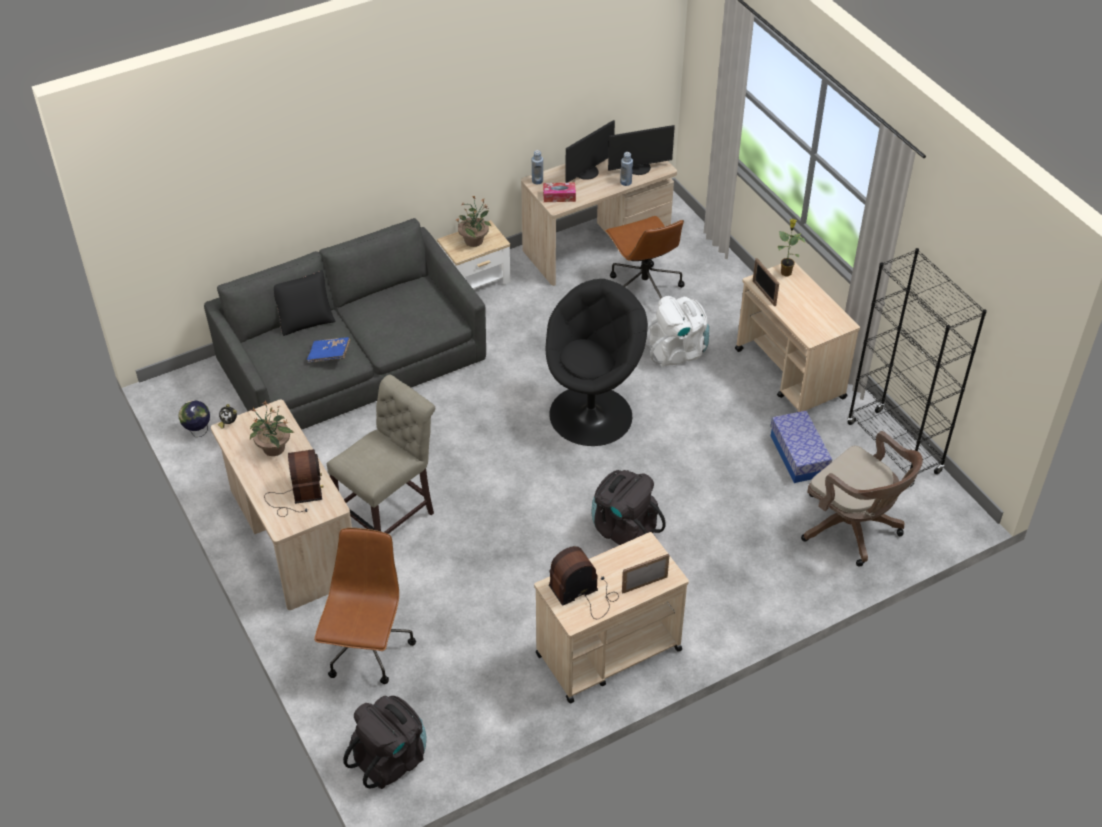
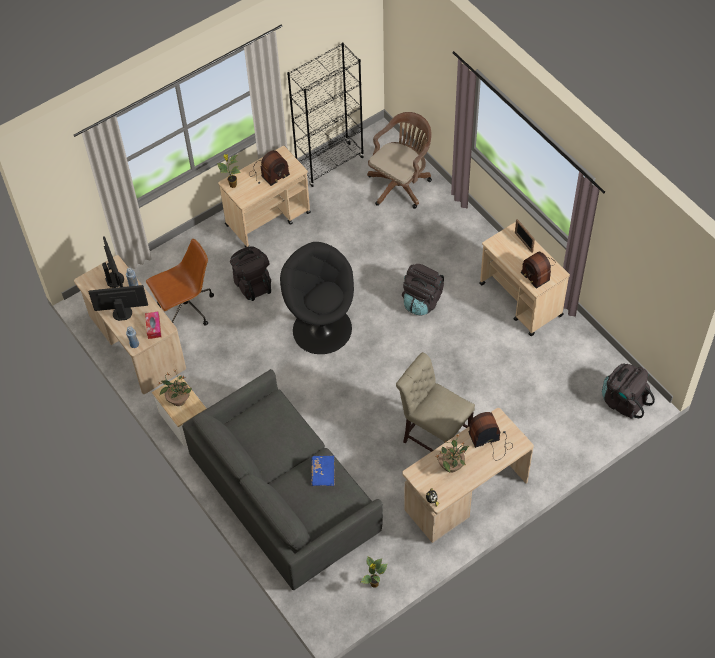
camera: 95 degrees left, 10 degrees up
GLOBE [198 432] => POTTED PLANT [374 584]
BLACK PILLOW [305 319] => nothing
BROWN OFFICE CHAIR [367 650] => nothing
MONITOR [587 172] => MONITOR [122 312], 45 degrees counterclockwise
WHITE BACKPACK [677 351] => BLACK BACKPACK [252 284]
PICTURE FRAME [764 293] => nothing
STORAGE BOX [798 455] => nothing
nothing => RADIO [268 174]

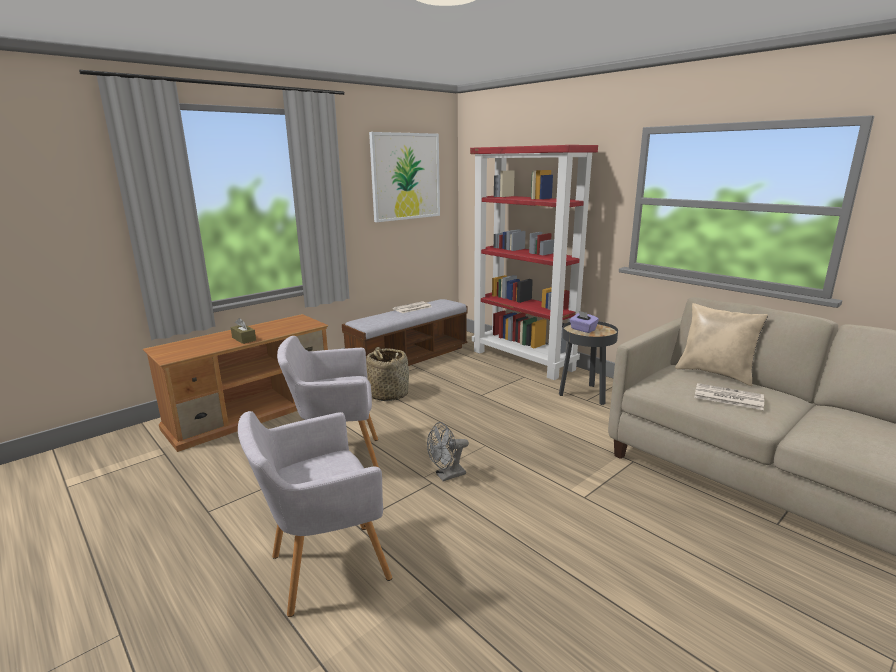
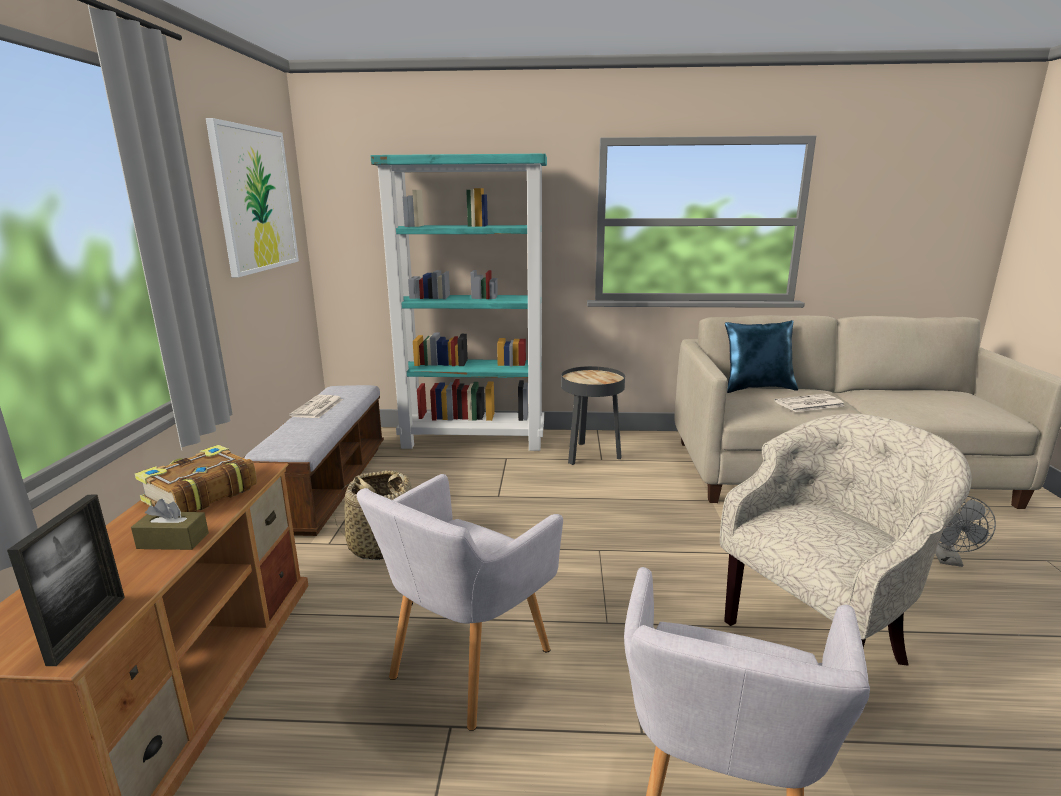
camera: 45 degrees left, 0 degrees up
GREY FAN [446 476] => GREY FAN [948 560], relocated
RED BOOKCASE [523 360] => TURQUOISE BOOKCASE [474 440]
PURPLE TISSUE BOX [583 329] => nothing
BEIGE PILLOW [715 374] => BLUE PILLOW [757 388]
nothing => PICTURE FRAME [88 629]
nothing => BOOK [199 494]
nothing => BEIGE ARMCHAIR [820 639]

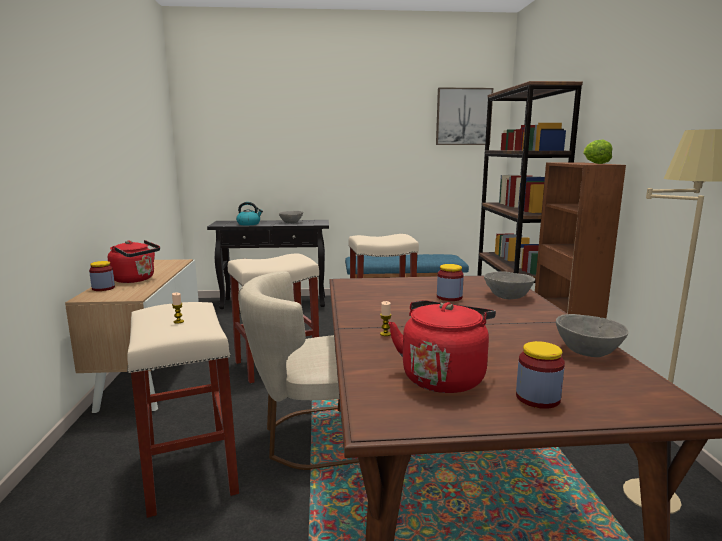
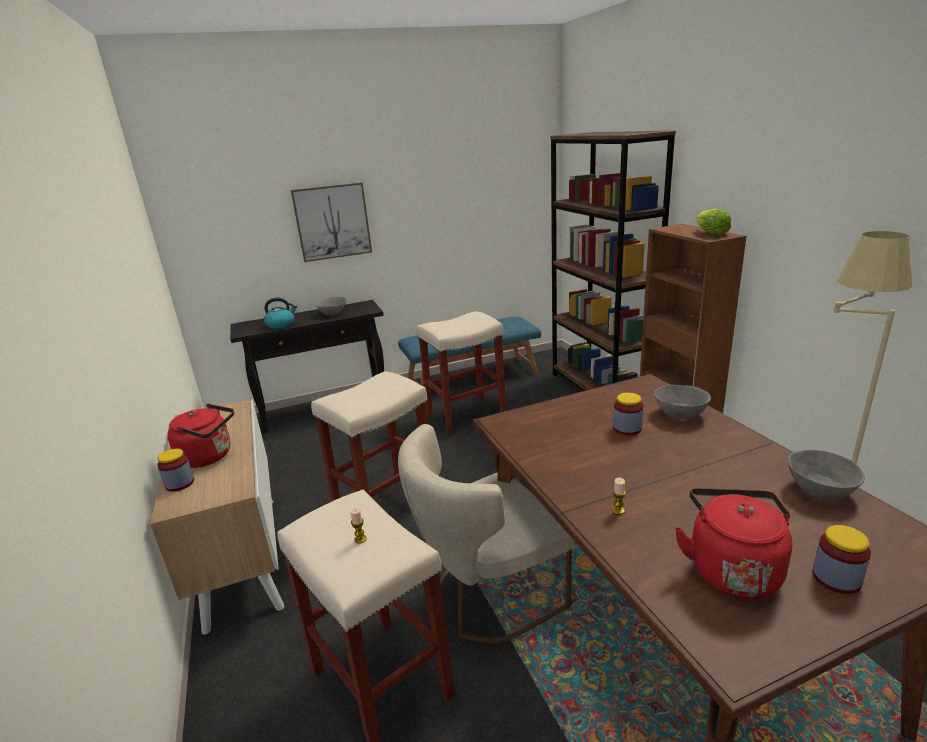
camera: 15 degrees left, 10 degrees up
PICTURE [463 117] => PICTURE [332 222], relocated

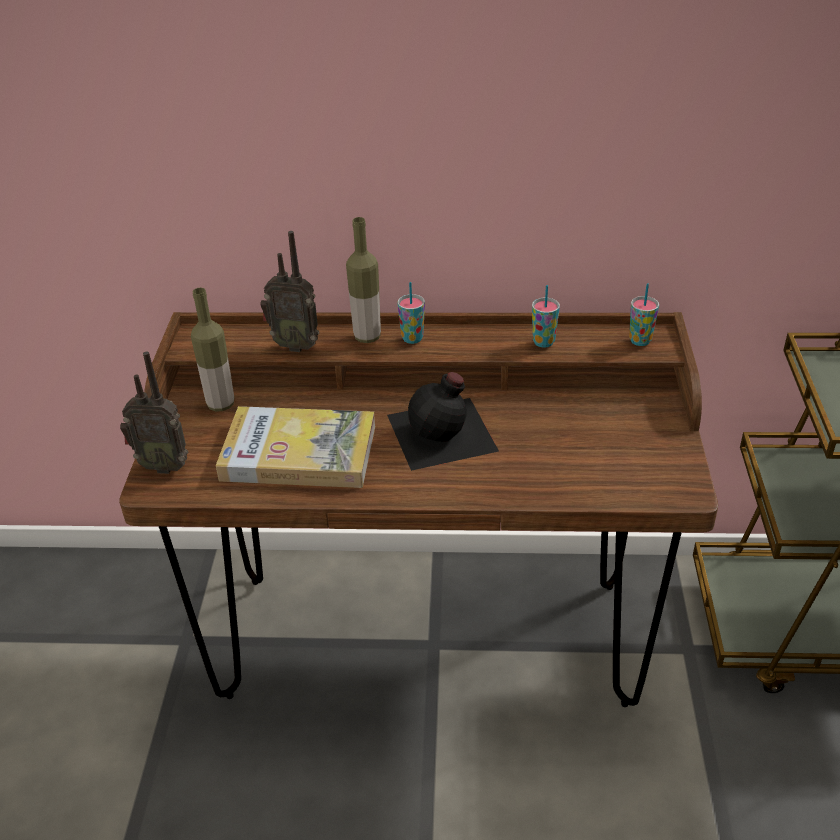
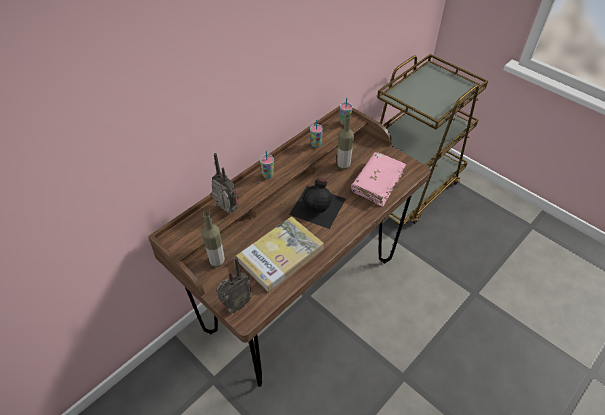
camera: 50 degrees left, 10 degrees up
RADIO [295 345] => RADIO [226 211], 105 degrees counterclockwise
BOTTLE [367 337] => BOTTLE [343 165], relocated
nothing => PINK BOOK [377 183]

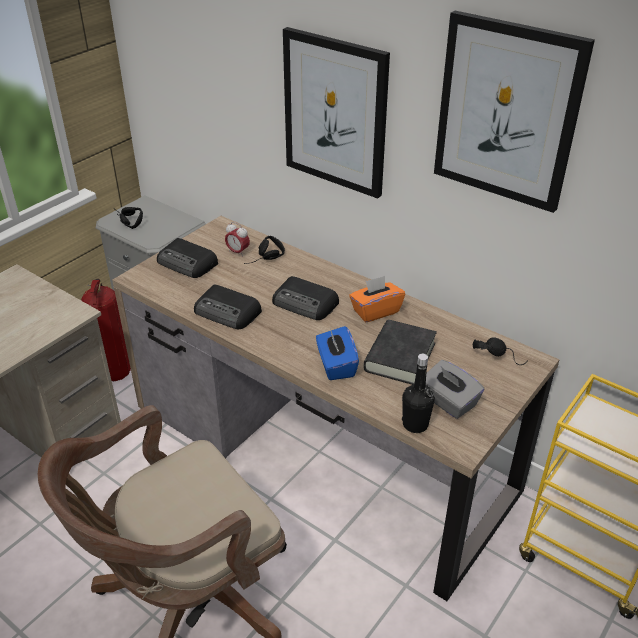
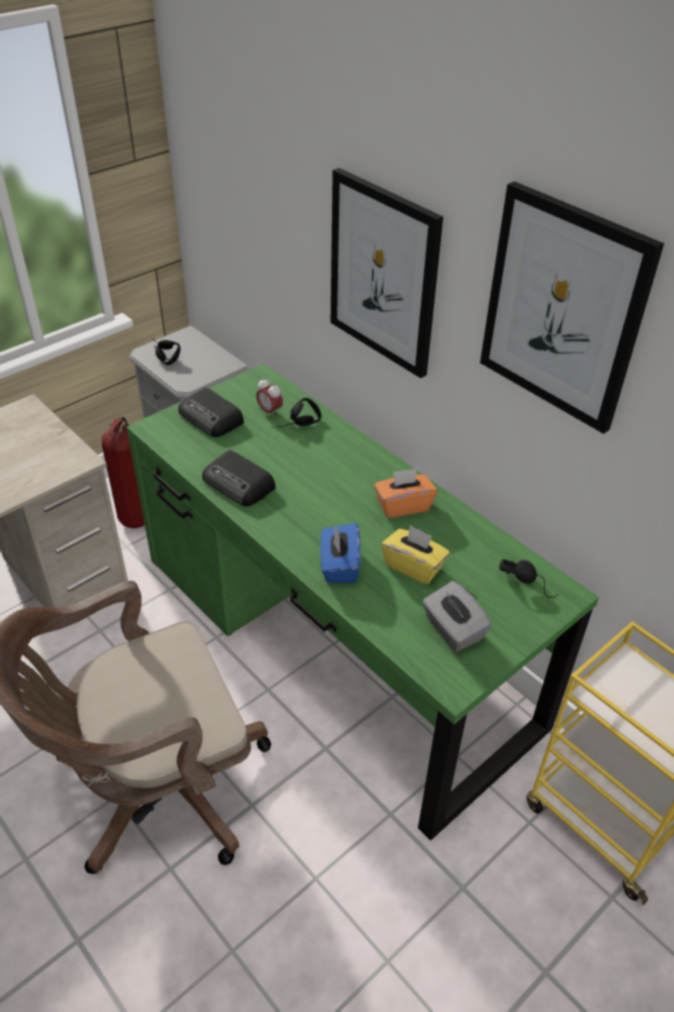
camera: 10 degrees right, 5 degrees up
BROWN DESK [320 448] => GREEN DESK [335 640]
RADIO [306 304] => nothing
BLACK BOOK [399 357] => YELLOW TISSUE BOX [414 566]
BLACK BOTTLE [415 424] => nothing

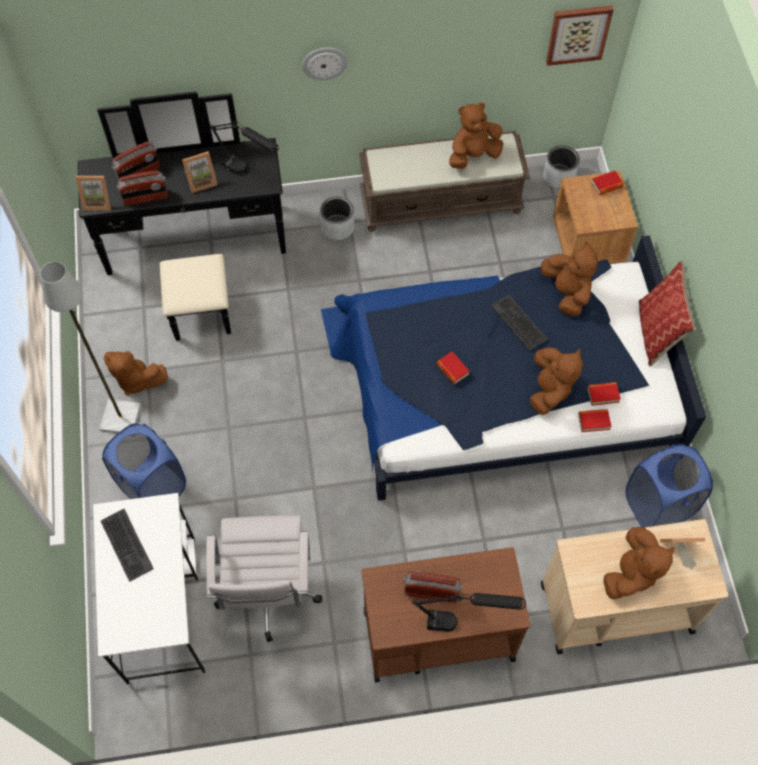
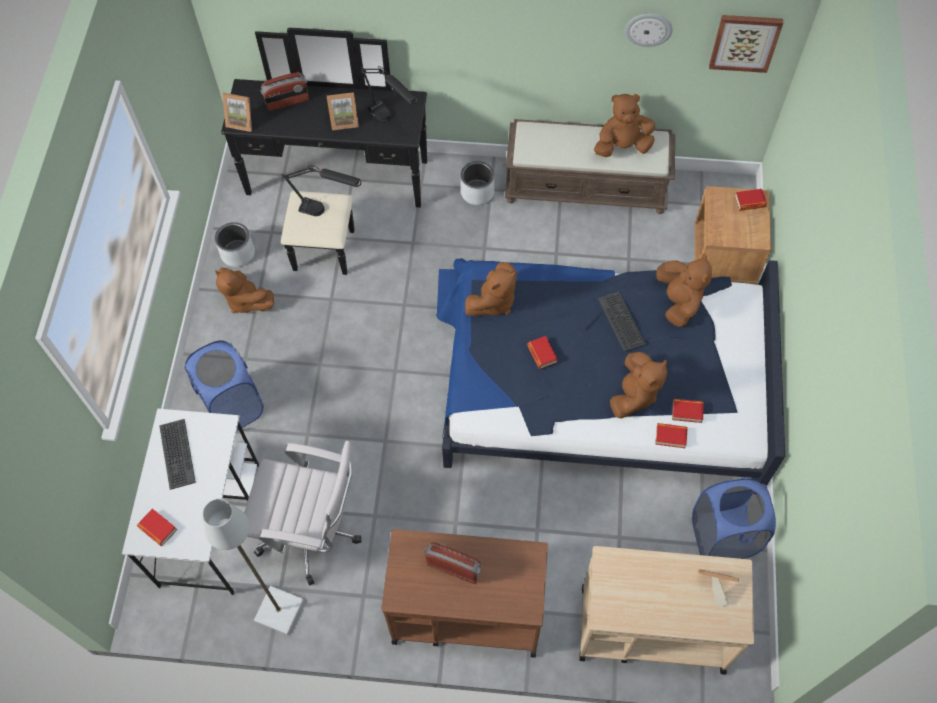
camera: 15 degrees right, 0 degrees up
GREY FLOOR LAMP [120 417] => GREY FLOOR LAMP [278 609], relocated
RADIO [146 198] => nothing
WHITE OFFICE CHAIR [268 593] => WHITE OFFICE CHAIR [313 533], 90 degrees counterclockwise
WALL CLOCK [324 62] => WALL CLOCK [648 29], relocated
BLACK TABLE LAMP [462 623] => BLACK TABLE LAMP [327 212], relocated
GREY PLANTER [558 176] => GREY PLANTER [237 253], relocated
BROWN PLUSH TOY [631 573] => BROWN PLUSH TOY [493 302], relocated
PILLOW [657 333] => nothing
nothing => BOOK [158 529]

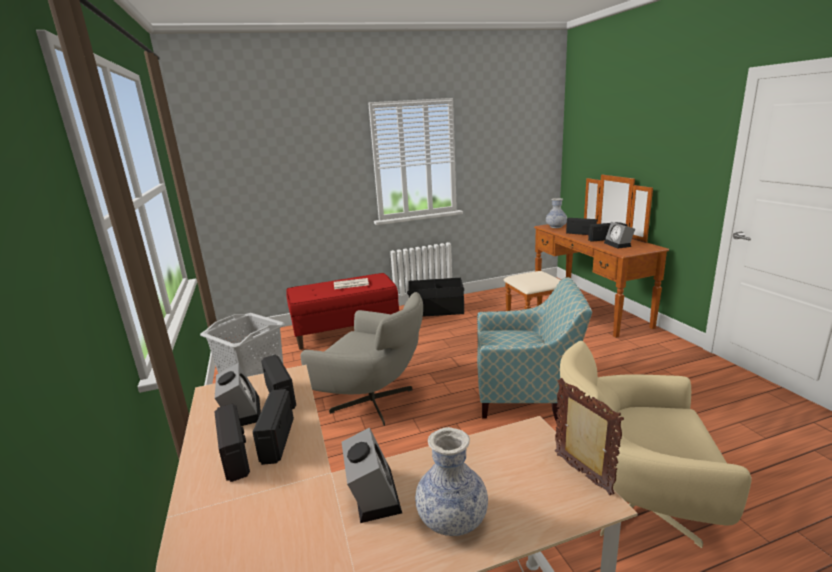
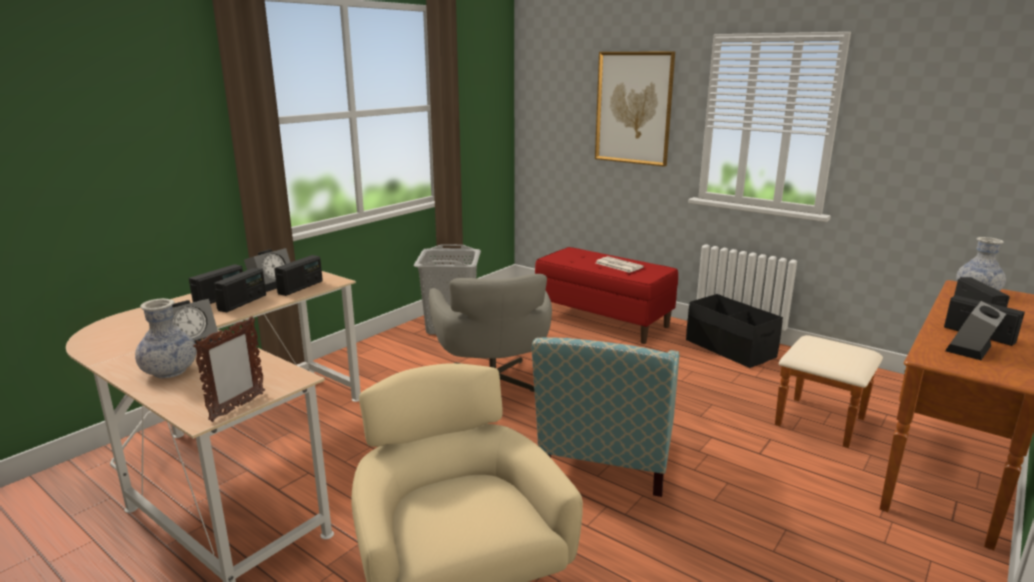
camera: 55 degrees right, 0 degrees up
RADIO [277 440] => RADIO [243 303], 150 degrees clockwise
ARMCHAIR [526 395] => ARMCHAIR [605 465], 45 degrees clockwise
nothing => PICTURE [633 108]

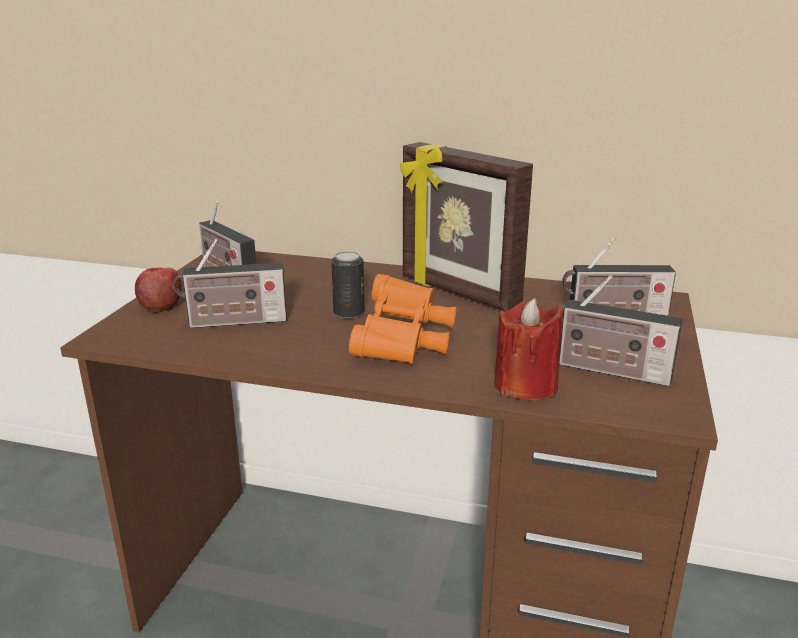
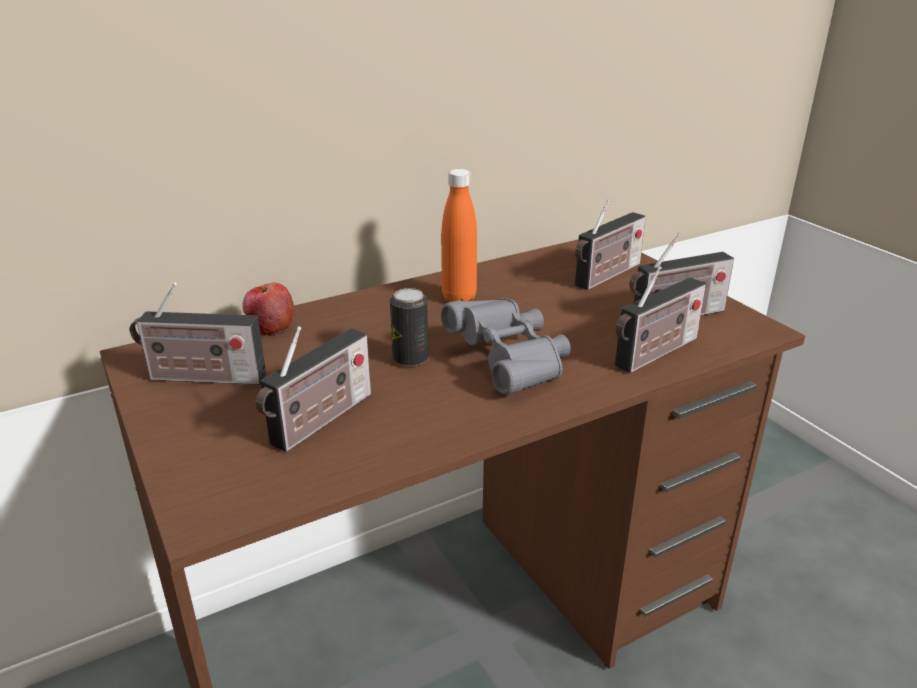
camera: 45 degrees left, 5 degrees up
APPLE [161 305] => APPLE [270 327], relocated
ORANGE BINOCULARS [404 342] => GREY BINOCULARS [510 363]
PICTURE FRAME [457 292] => ORANGE BOTTLE [459 298]
RED CANDLE [525 385] => RADIO [654 354]

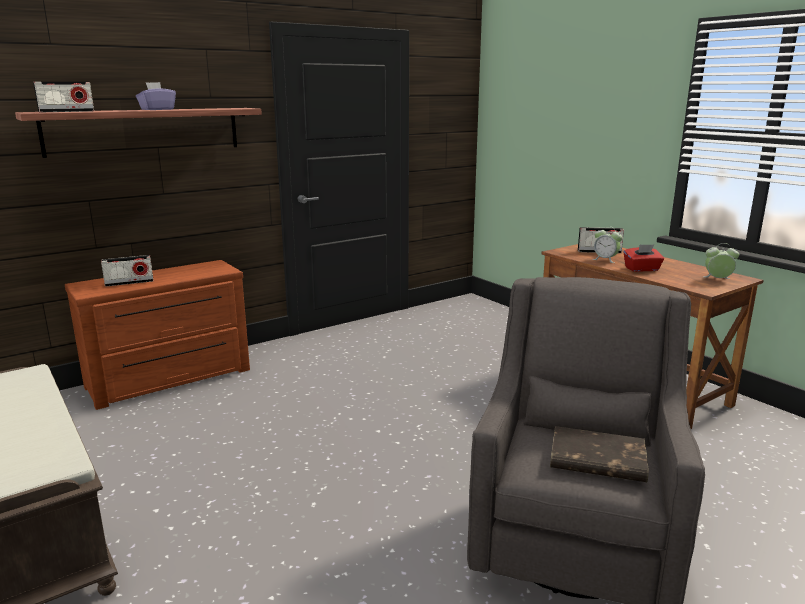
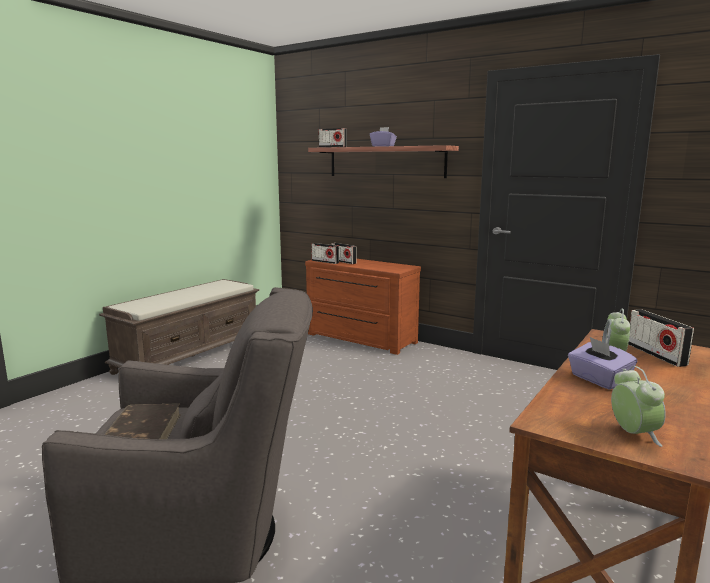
camera: 70 degrees right, 5 degrees down
RED TISSUE BOX [642 269] => PURPLE TISSUE BOX [598 380]
nothing => RADIO [325 262]

